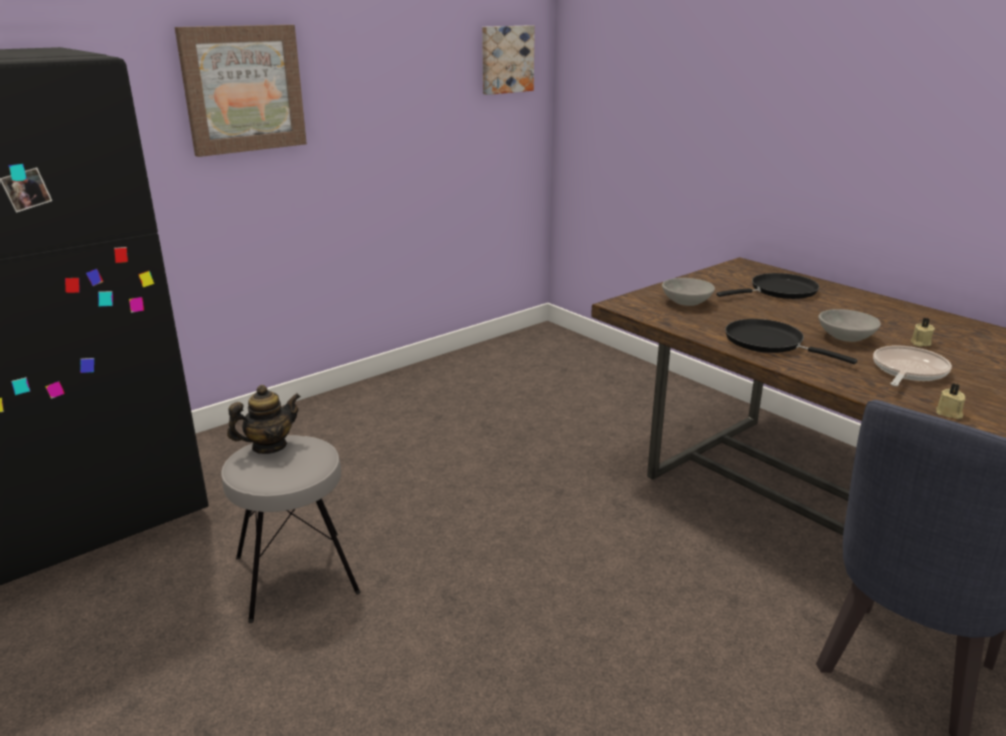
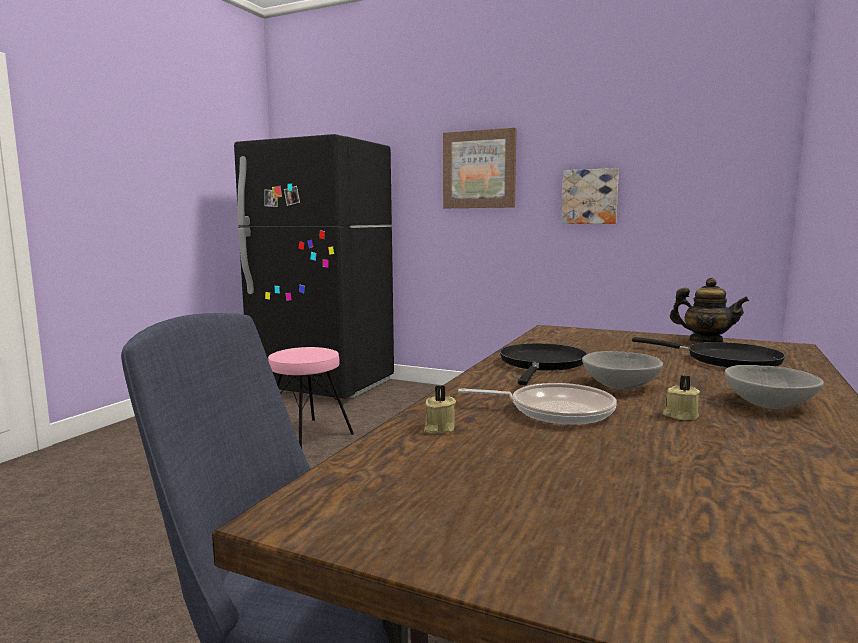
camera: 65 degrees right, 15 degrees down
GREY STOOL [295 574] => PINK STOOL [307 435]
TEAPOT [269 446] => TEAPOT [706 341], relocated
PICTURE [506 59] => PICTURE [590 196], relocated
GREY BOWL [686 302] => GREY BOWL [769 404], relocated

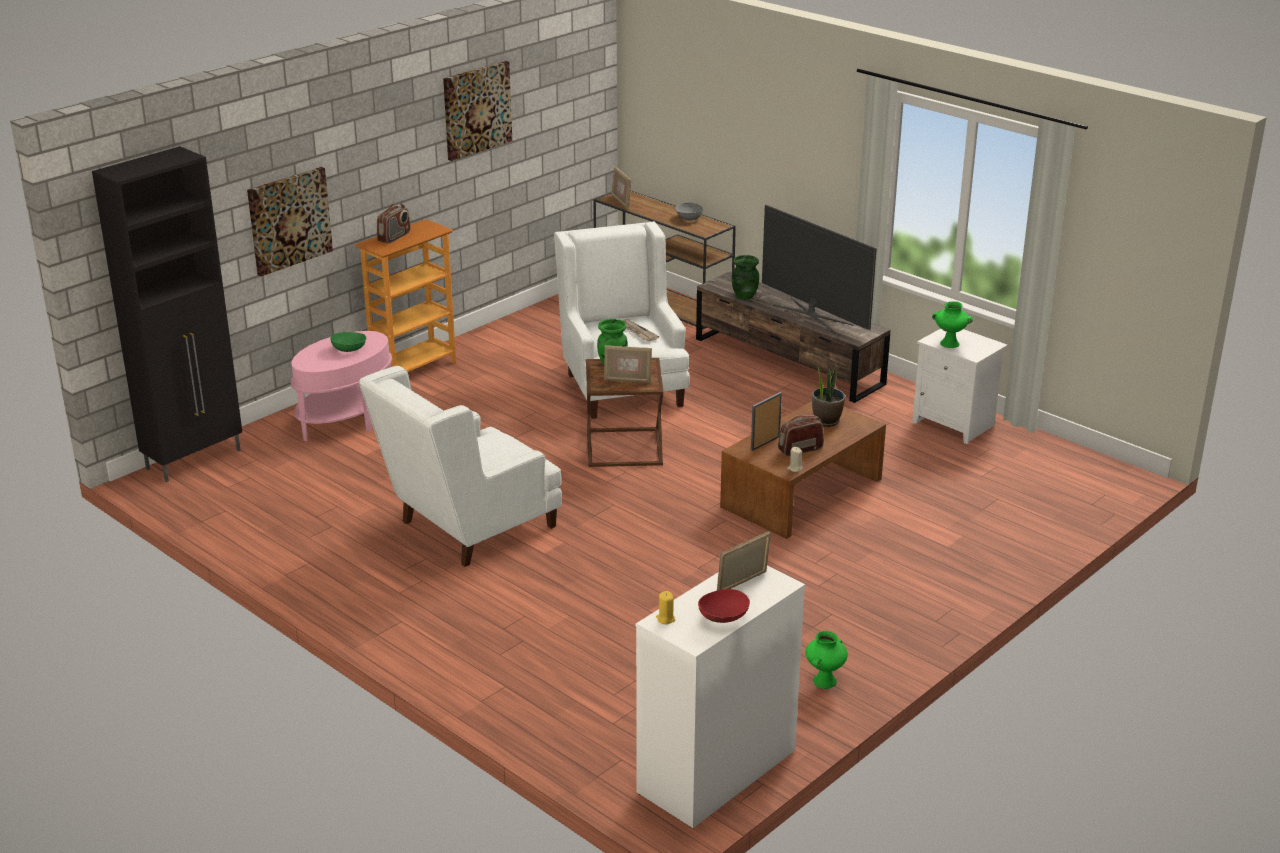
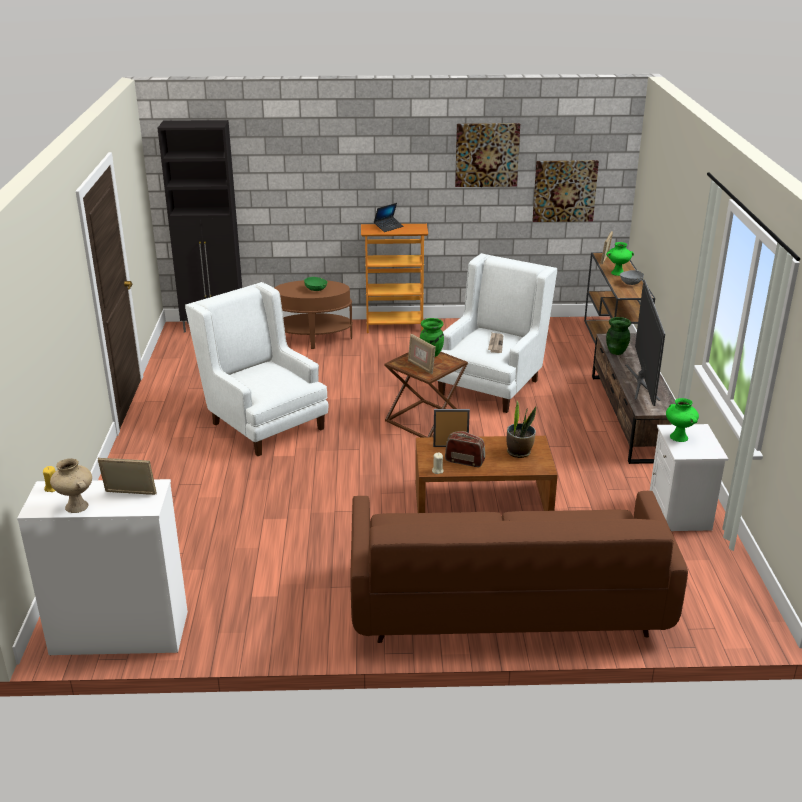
camera: 45 degrees right, 0 degrees up
PICTURE [289 220] => PICTURE [564 190], relocated
PINK SIDE TABLE [347 420] => BROWN SIDE TABLE [313 338]
WHITE ARMCHAIR [468 529] => WHITE ARMCHAIR [262 422], 45 degrees clockwise
RADIO [394 237] => LAPTOP [388 227]
RED BOWL [723 618] => BEIGE VASE [76 506]
GREEN VASE [824 681] => GREEN VASE [618 273], relocated
nothing => BROWN SOFA [505 601]

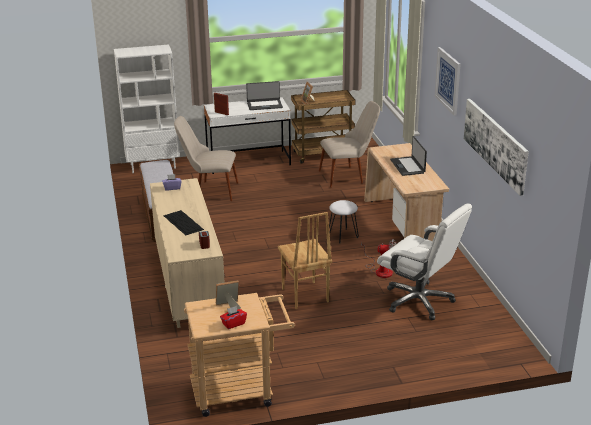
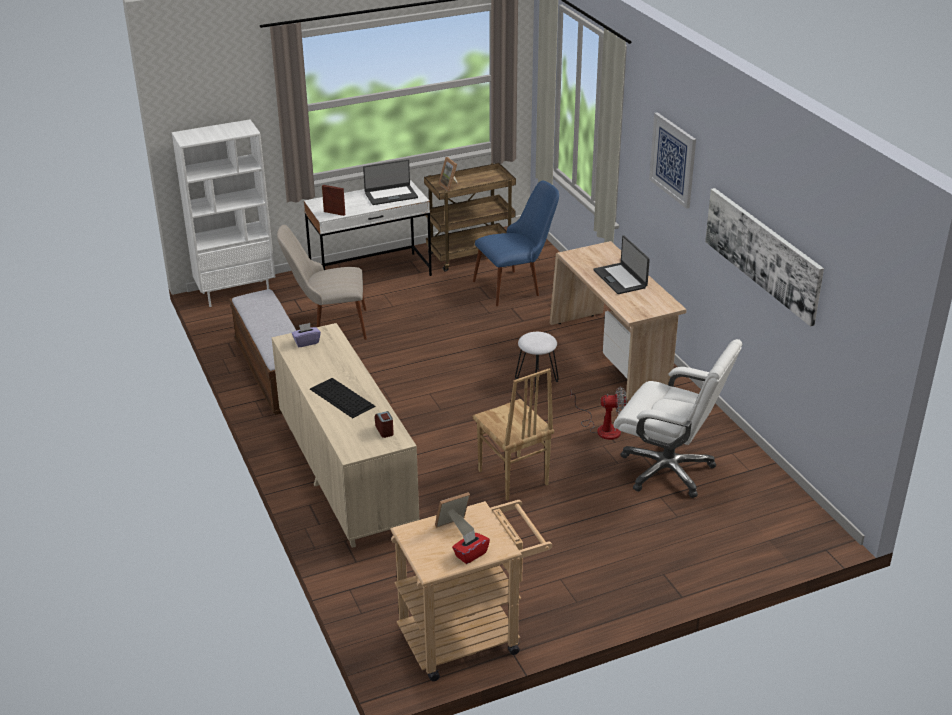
camera: 10 degrees left, 5 degrees up
BEIGE CHAIR [348 175] => BLUE CHAIR [516 285]

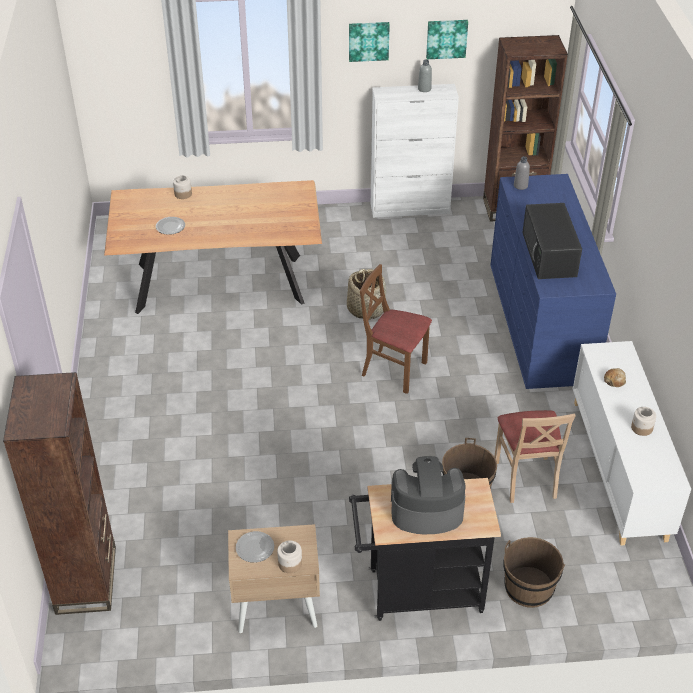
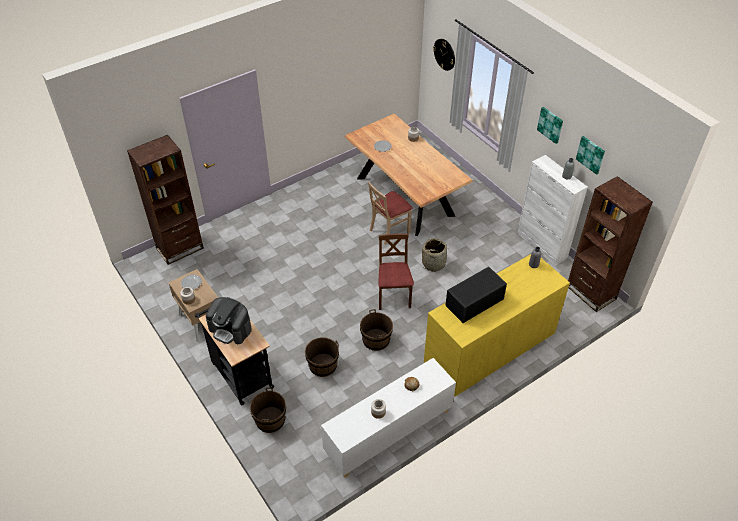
camera: 60 degrees right, 5 degrees up
COFFEE MACHINE [426 511] => COFFEE MACHINE [230 329], 150 degrees clockwise
BLUE DRESSER [540 321] => YELLOW DRESSER [490 347]
BEIGE CHAIR [526 478] => BEIGE CHAIR [389 230], relocated
nothing => BROWN BUCKET [376 340]
nothing => WALL CLOCK [444 54]

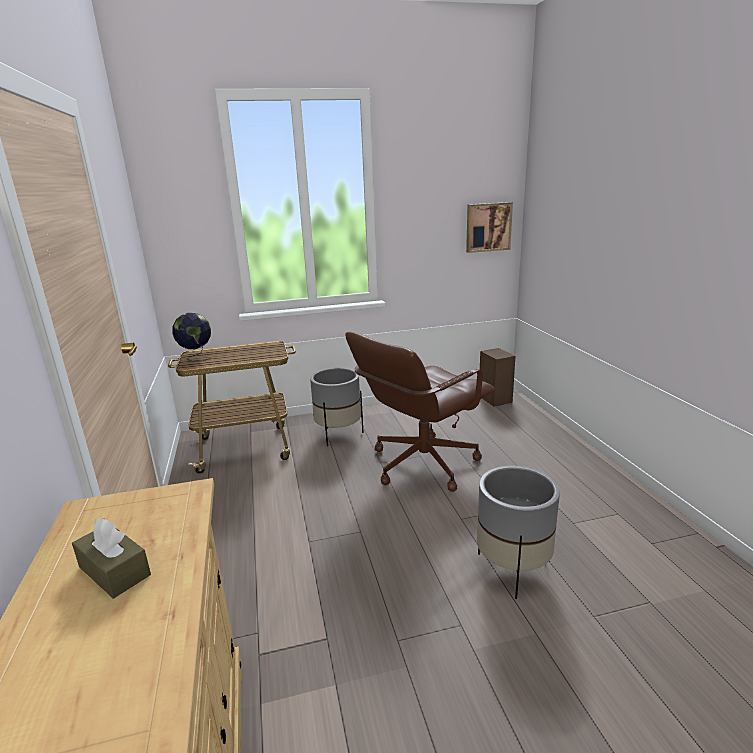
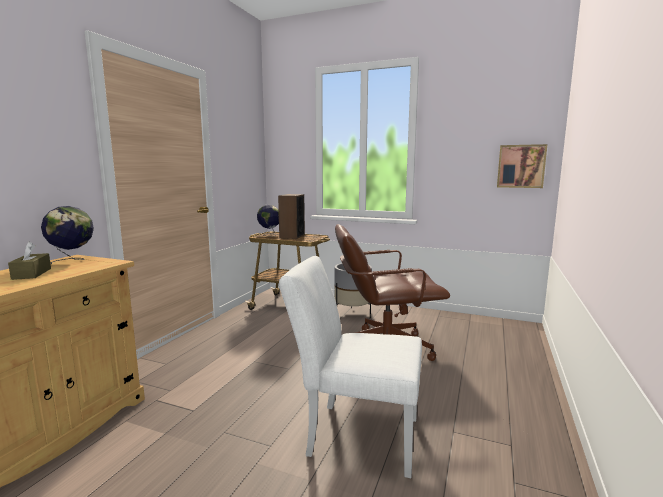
camera: 35 degrees right, 10 degrees down
GREY PLANTER [512 569] => WHITE CHAIR [354 435]
SPEAKER [495 399] => SPEAKER [292 236], relocated
nothing => GLOBE [72 260]

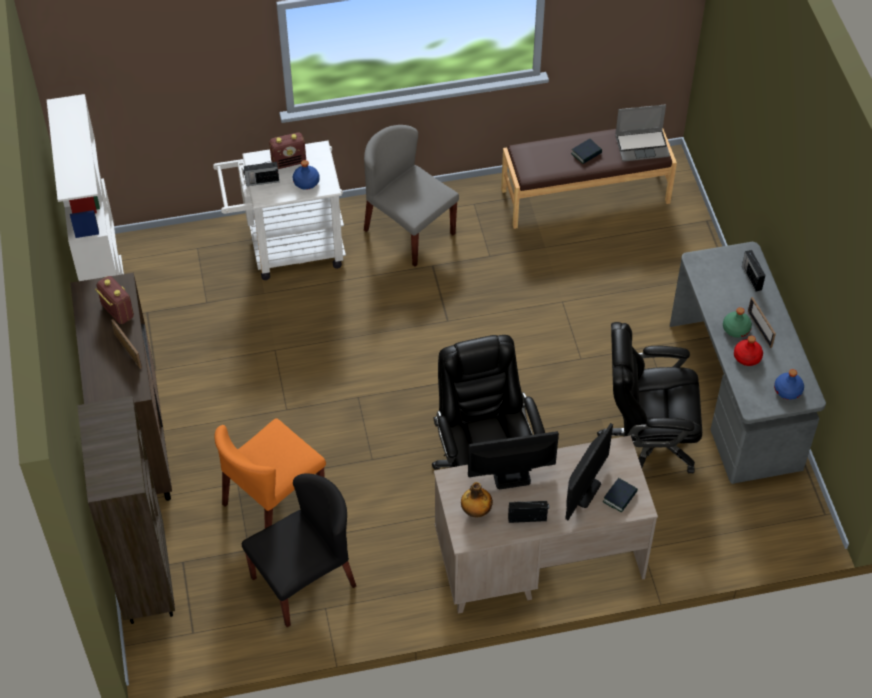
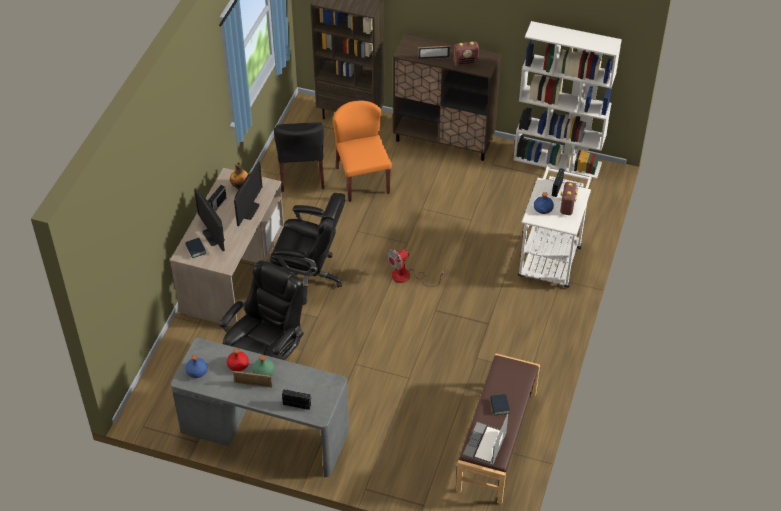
camera: 120 degrees right, 5 degrees down
GREY CHAIR [409 231] => nothing
nothing => FAN [407 277]

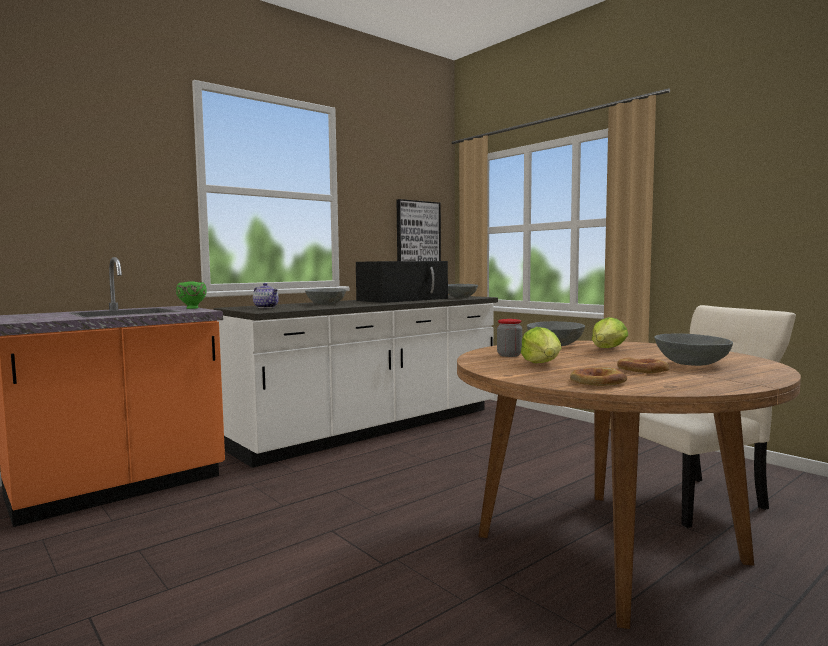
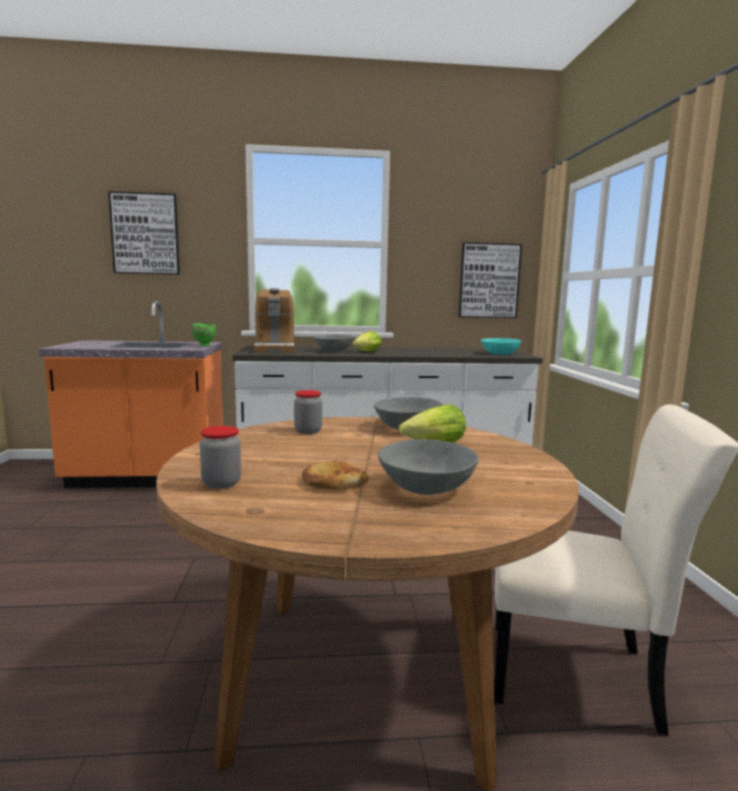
camera: 35 degrees right, 5 degrees up
TEAPOT [266 307] => COFFEE MACHINE [275 349]
BLACK MICROWAVE [403 299] => nothing
GREY BOWL [460 297] => TURQUOISE BOWL [499 354]
LETTUCE [543 364] => LETTUCE [367 352], relocated
BREAD [597 382] => JAR [221 483]
nothing => PICTURE [145 234]

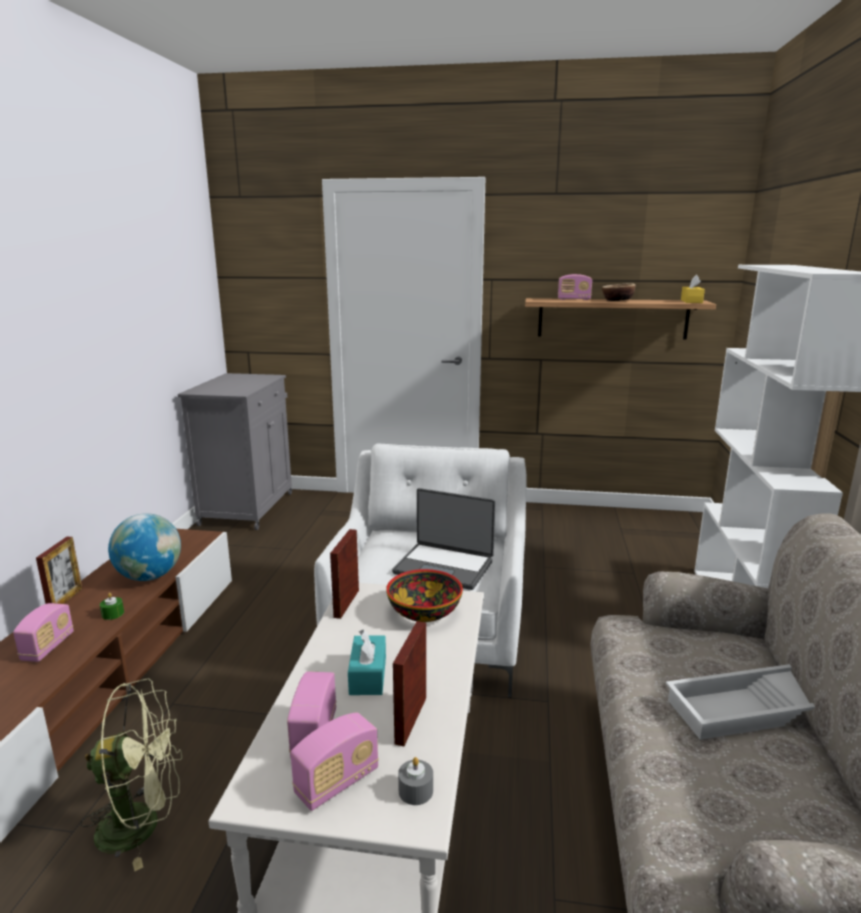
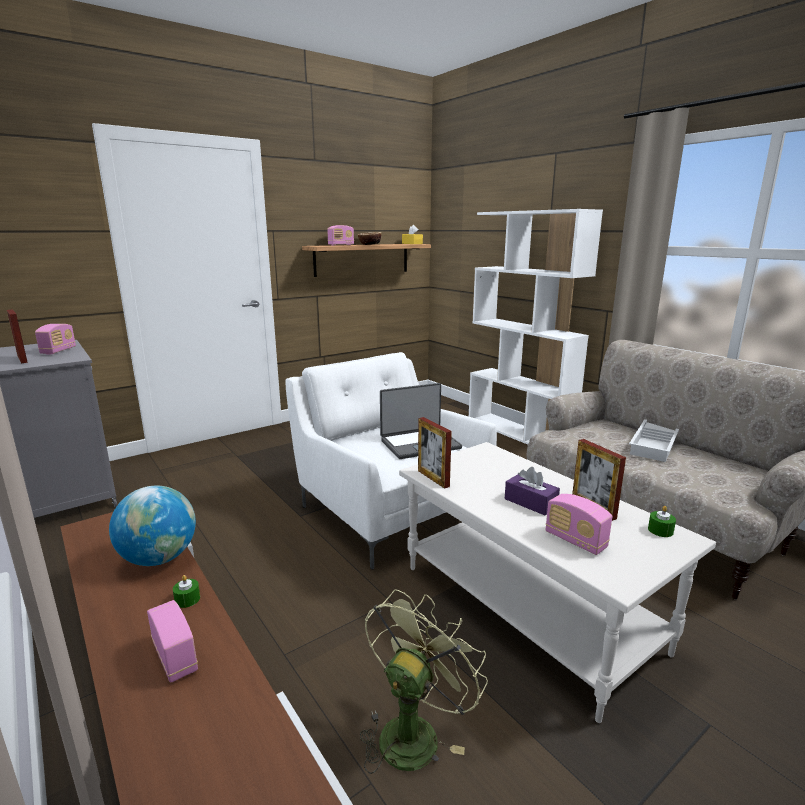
camera: 45 degrees left, 0 degrees up
PICTURE FRAME [65 600] => PICTURE FRAME [22 359], relocated
RADIO [337 782] => RADIO [58 351], relocated
TURQUOISE TISSUE BOX [368 675] => PURPLE TISSUE BOX [530 502]
BOWL [425 612] => nothing
GREY CANDLE [415 791] => GREEN CANDLE [660 530]

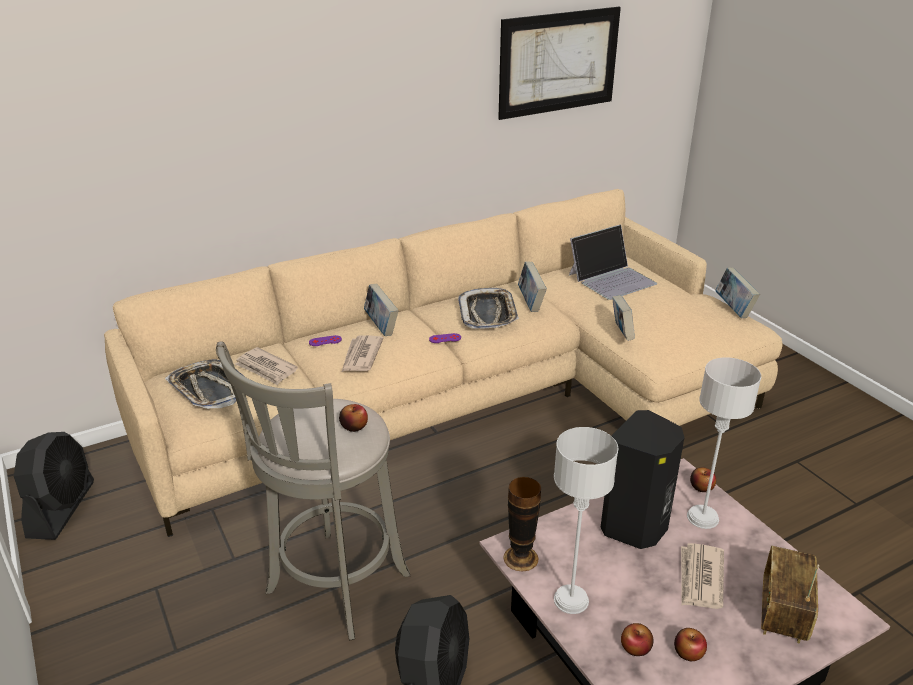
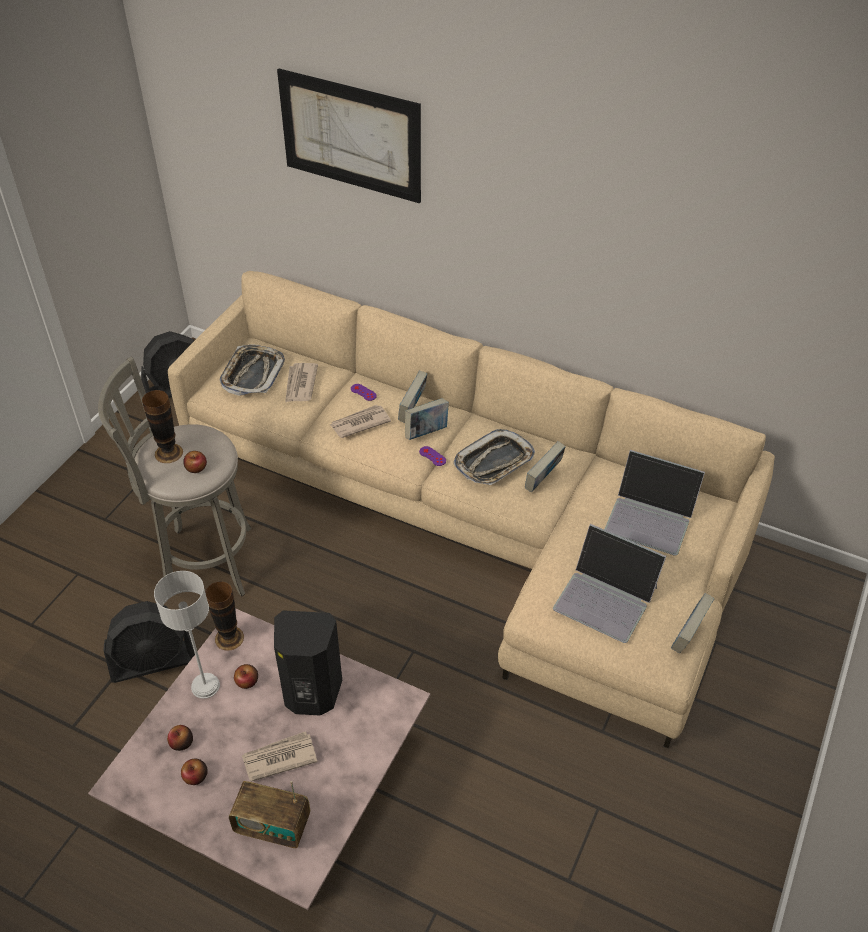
camera: 55 degrees right, 15 degrees up
PICTURE [559 62] => PICTURE [350 136], relocated
BOOK [621 334] => BOOK [426 432], relocated
GREY TABLE LAMP [702 517] => nothing
APPLE [701 487] => APPLE [247 681], relocated
RADIO [783 614] => RADIO [273 826], 150 degrees counterclockwise
nothing => VASE [168 453]
nothing => LAPTOP [606 597]

